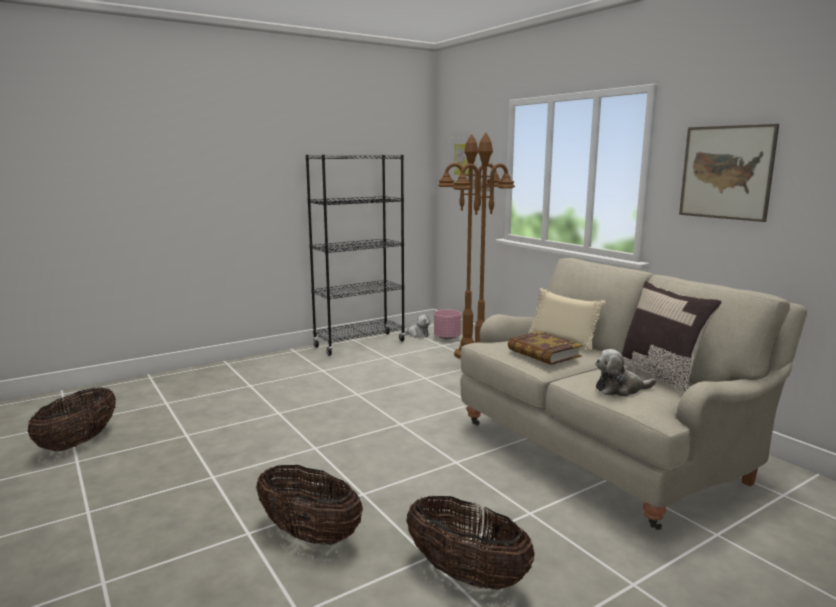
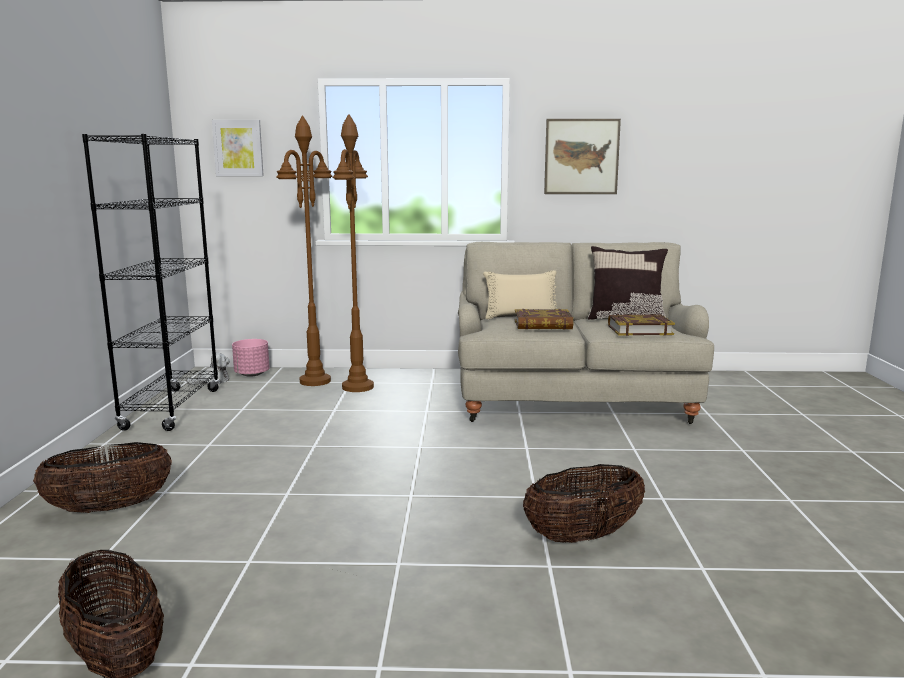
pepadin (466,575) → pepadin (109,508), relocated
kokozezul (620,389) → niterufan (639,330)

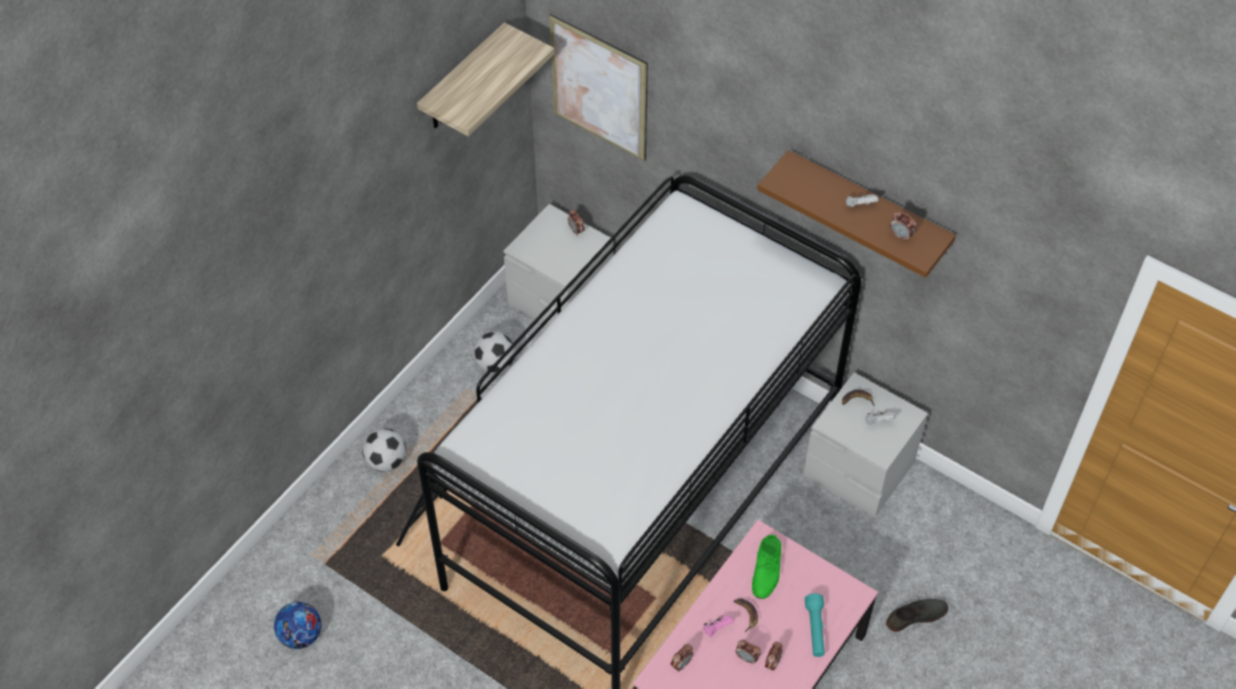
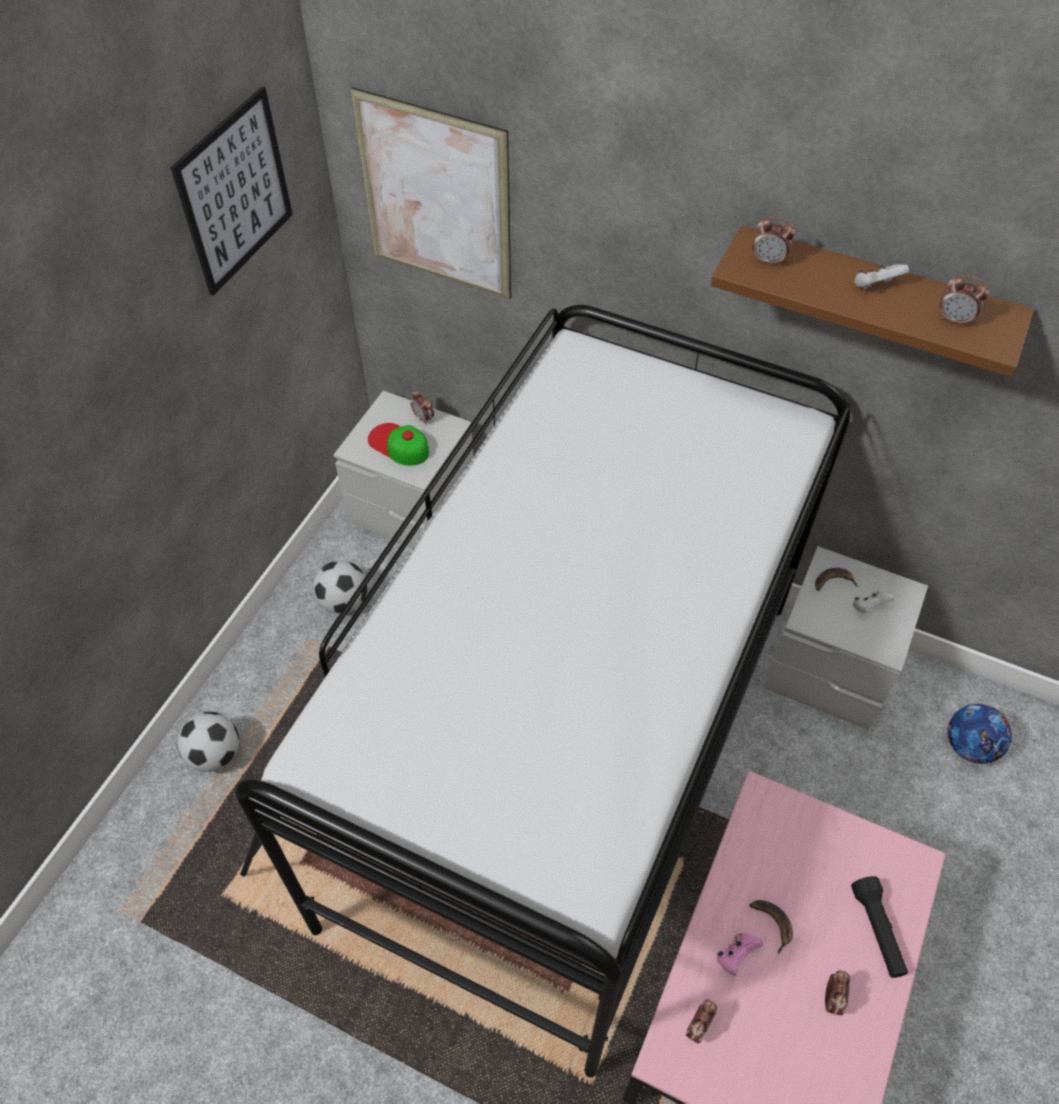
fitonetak (463,80) → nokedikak (235,192)
- → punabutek (398,444)
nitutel (747,658) → nitutel (768,261), relocated
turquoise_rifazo (815,630) → black_rifazo (877,931)
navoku (301,635) → navoku (969,746), relocated
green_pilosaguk (767,569) → -
grey_pilosaguk (916,615) → -

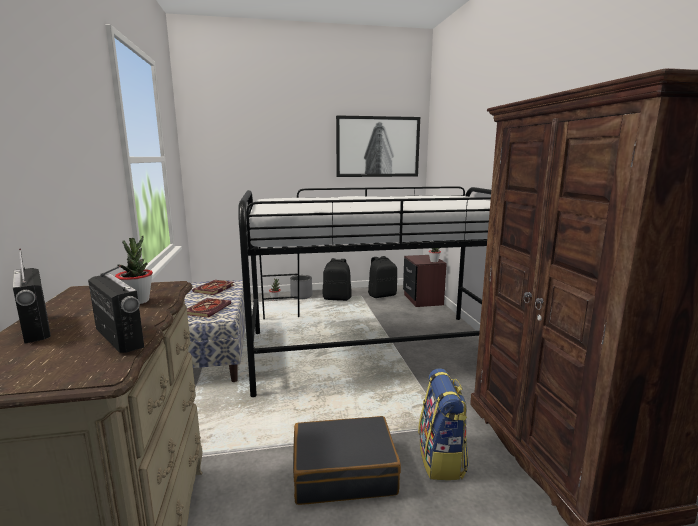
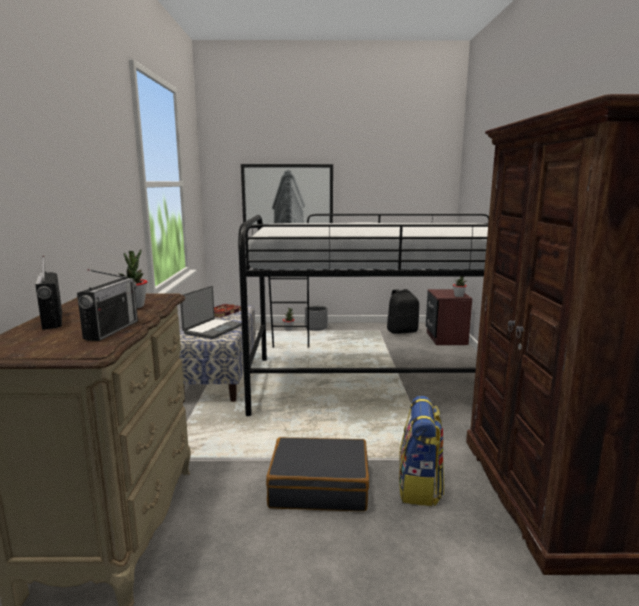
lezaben (119,338) → lezaben (112,330), 45 degrees clockwise
niterufan (208,309) → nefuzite (212,329)
nokedikak (378,147) → nokedikak (287,196), relocated
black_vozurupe (337,298) → -

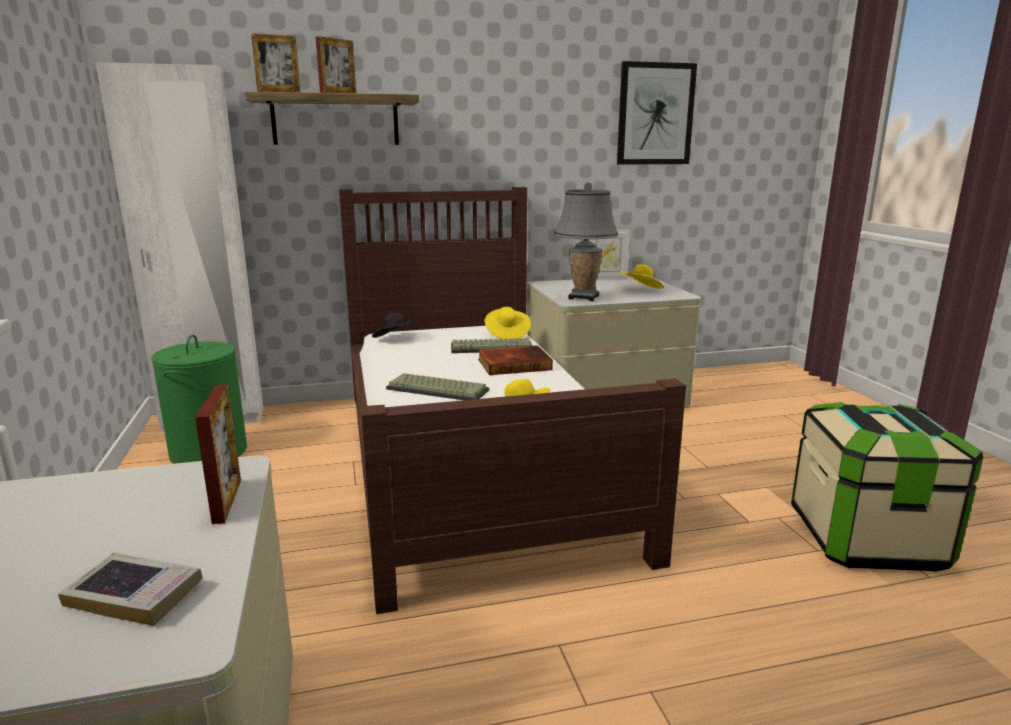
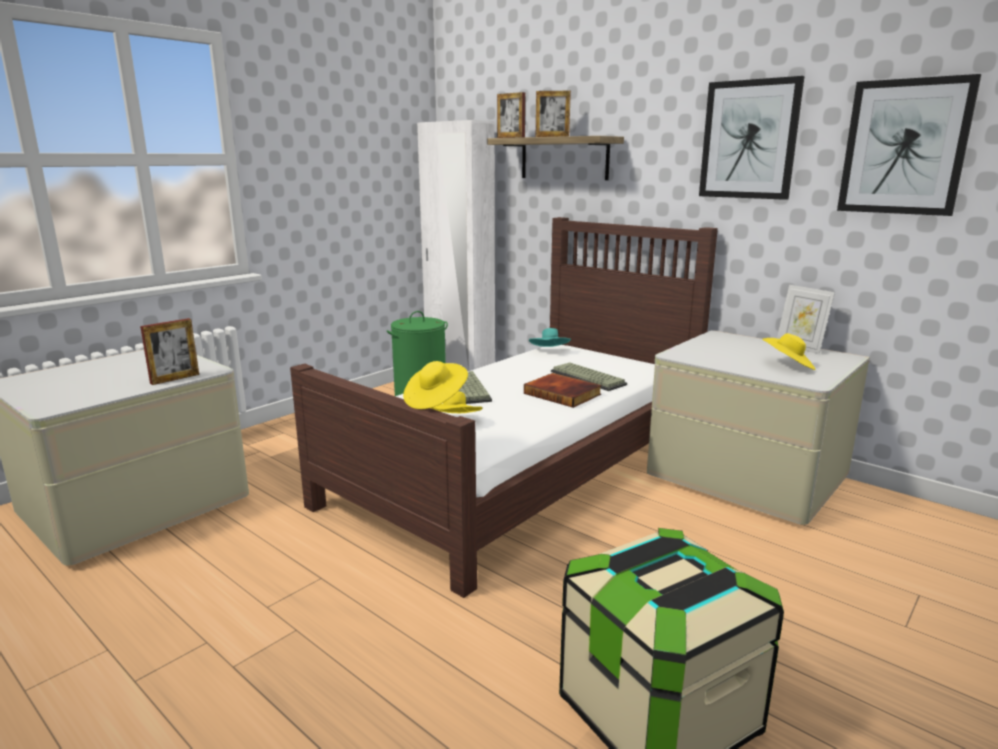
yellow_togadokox (507,334) → yellow_togadokox (436,400), relocated
black_togadokox (395,339) → turquoise_togadokox (550,351)
- → nokedikak (749,140)
niterufan (134,595) → -
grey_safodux (584,297) → -

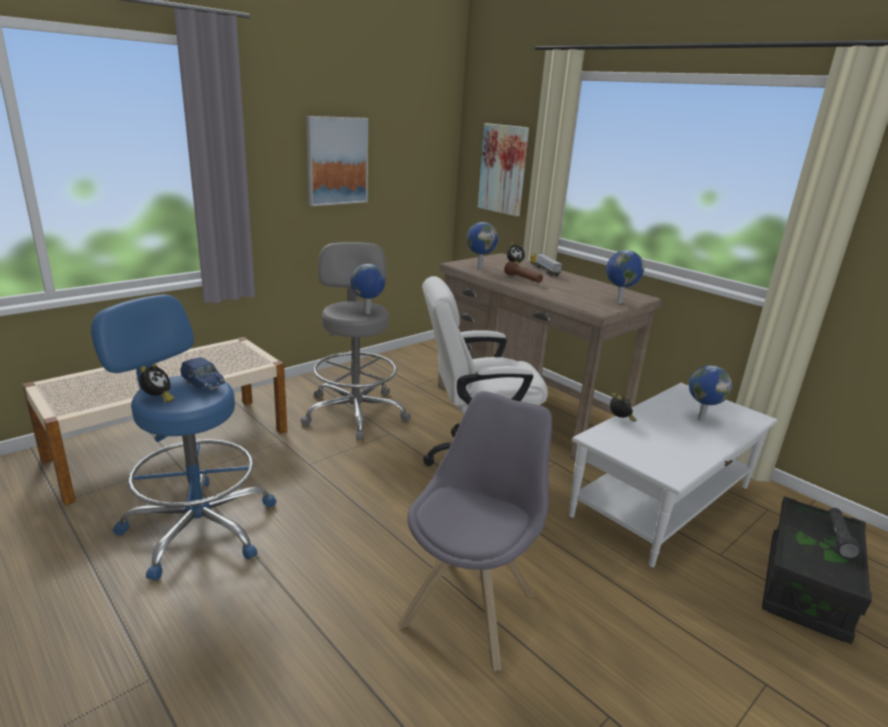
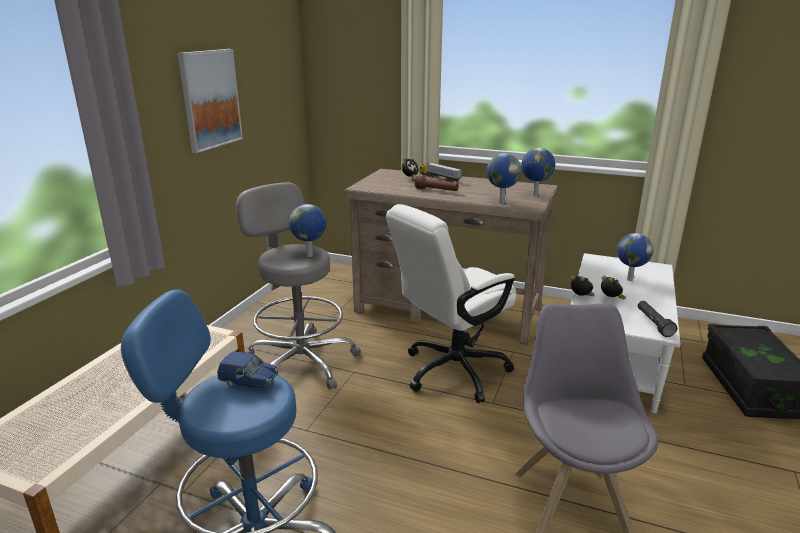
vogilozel (479,268) → vogilozel (501,202), relocated
nitutel (158,399) → nitutel (611,299), relocated
black_rifazo (838,538) → black_rifazo (653,323), relocated
nokedikak (503,169) → -

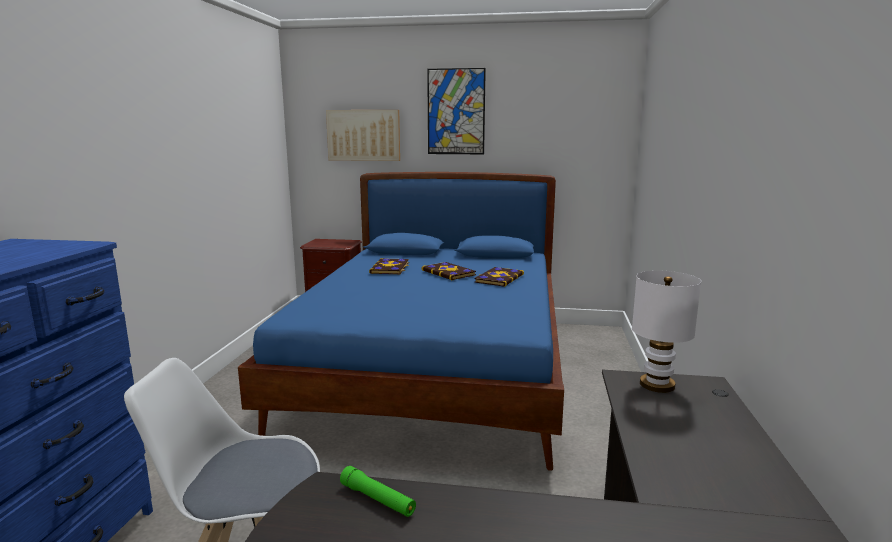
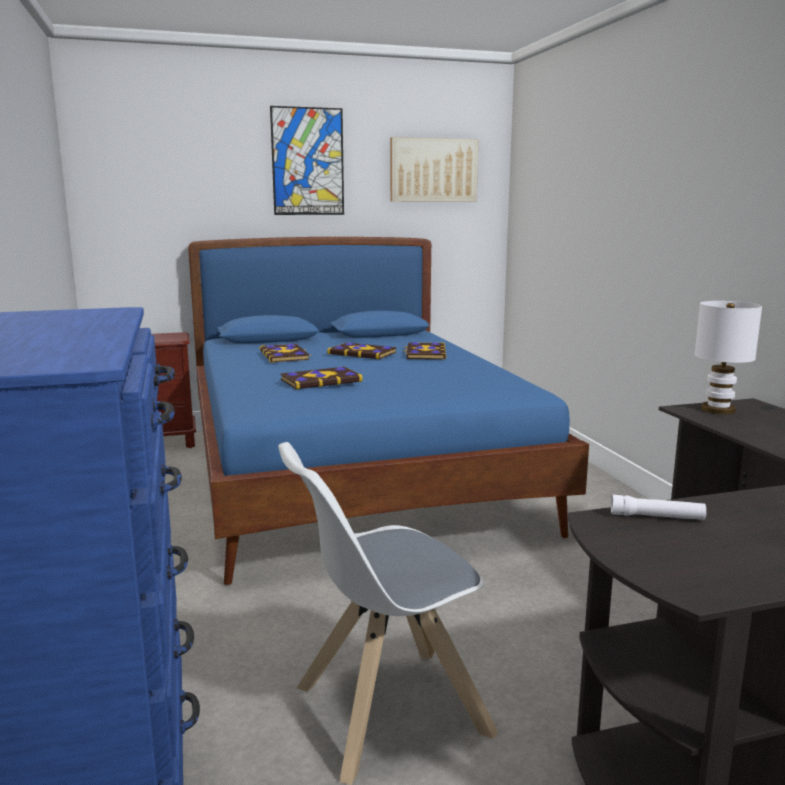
- → niterufan (320,380)
nokedikak (363,135) → nokedikak (433,170), relocated
green_rifazo (378,499) → white_rifazo (657,517)

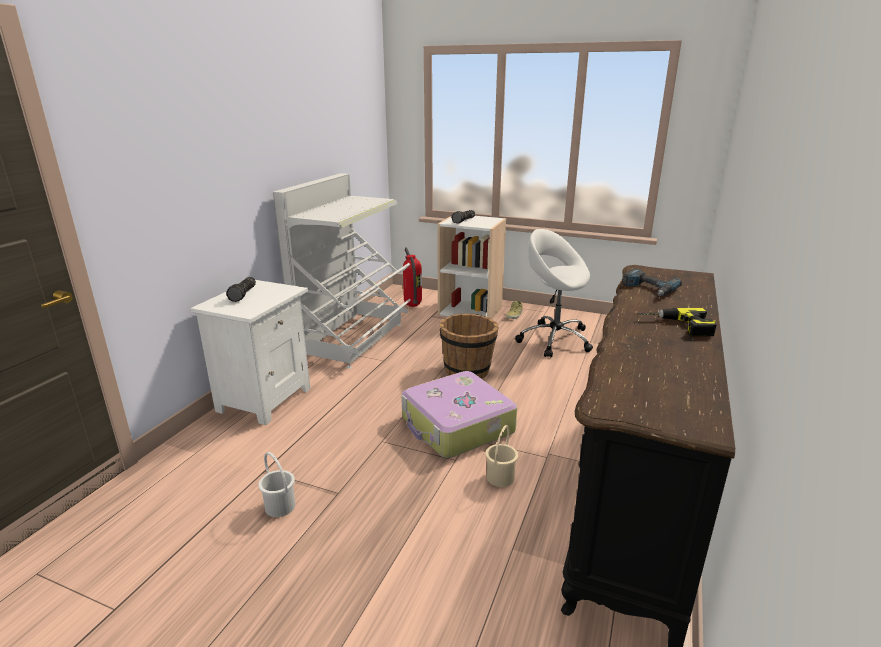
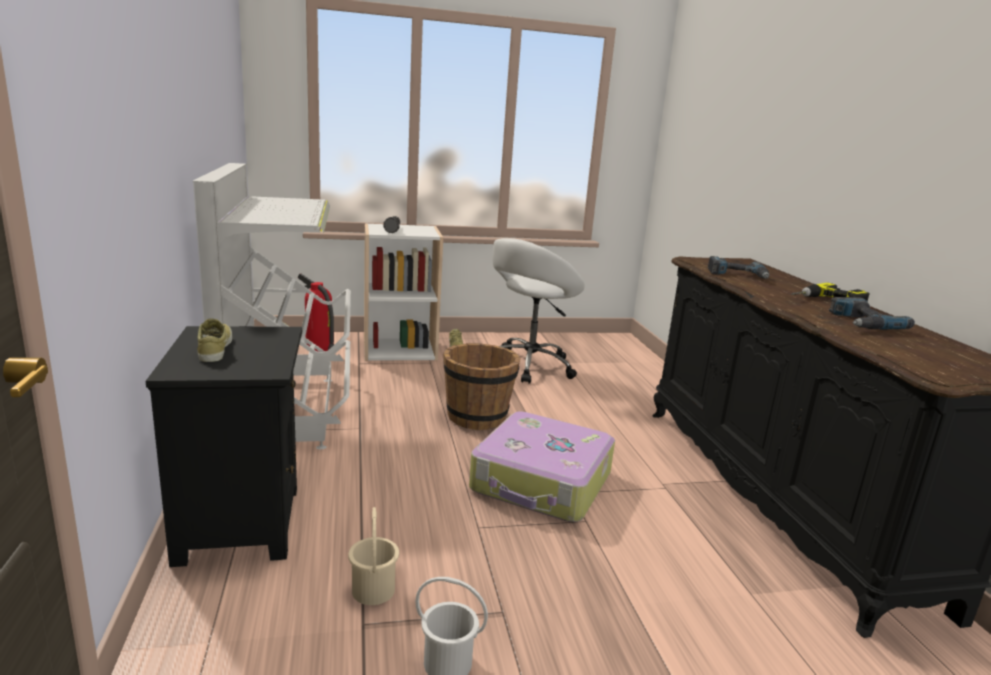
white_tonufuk (267,399) → black_tonufuk (244,522)
rifazo (244,294) → beige_pilosaguk (213,348)
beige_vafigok (501,477) → beige_vafigok (374,590), relocated
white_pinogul (553,339) → white_pinogul (527,366), 45 degrees counterclockwise
- → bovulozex (860,322)

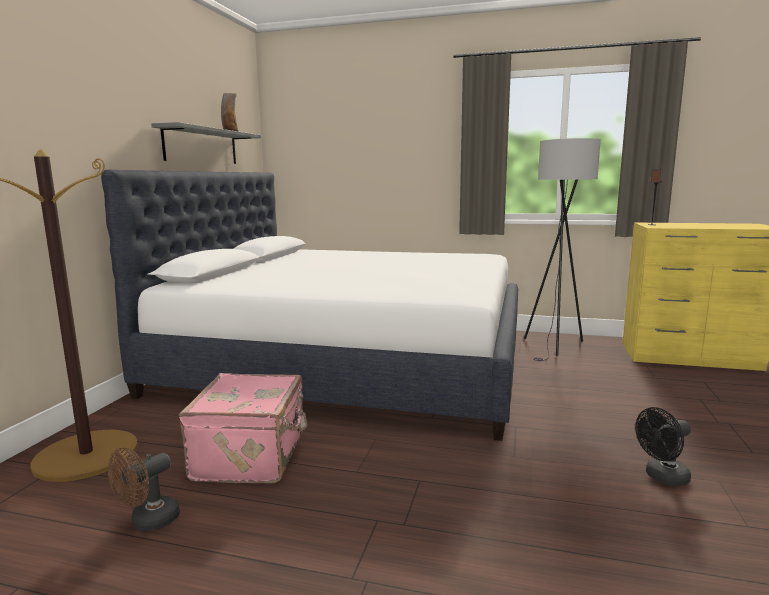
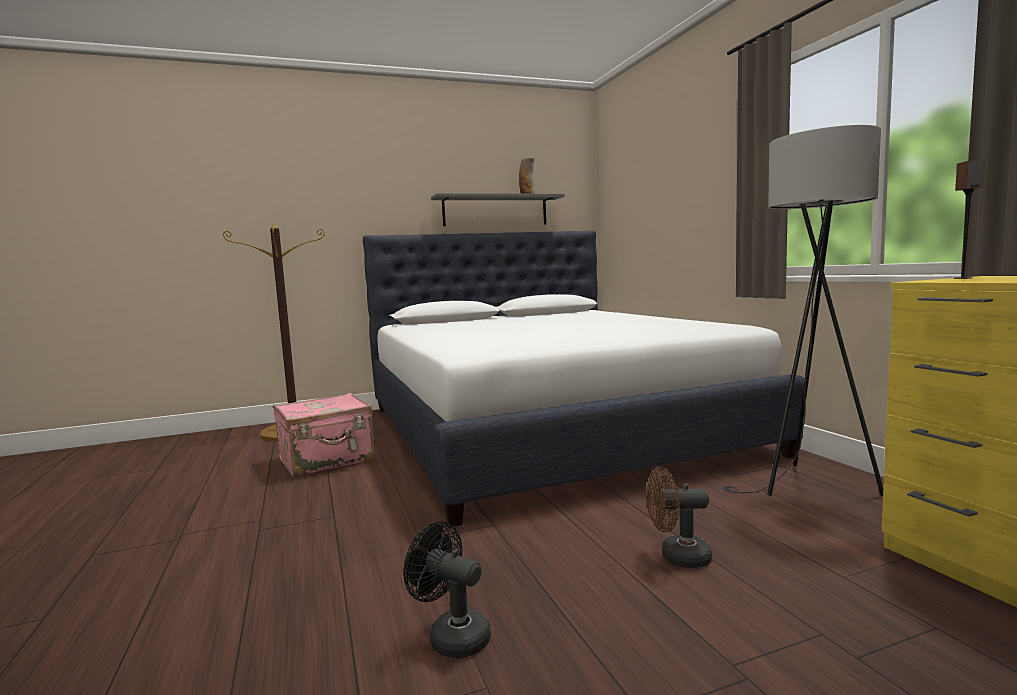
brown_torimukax (148,522) → brown_torimukax (677,557), relocated

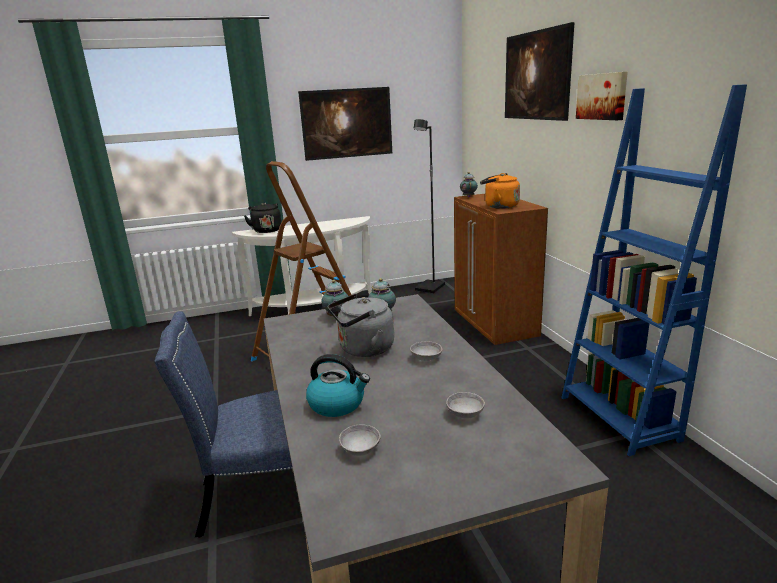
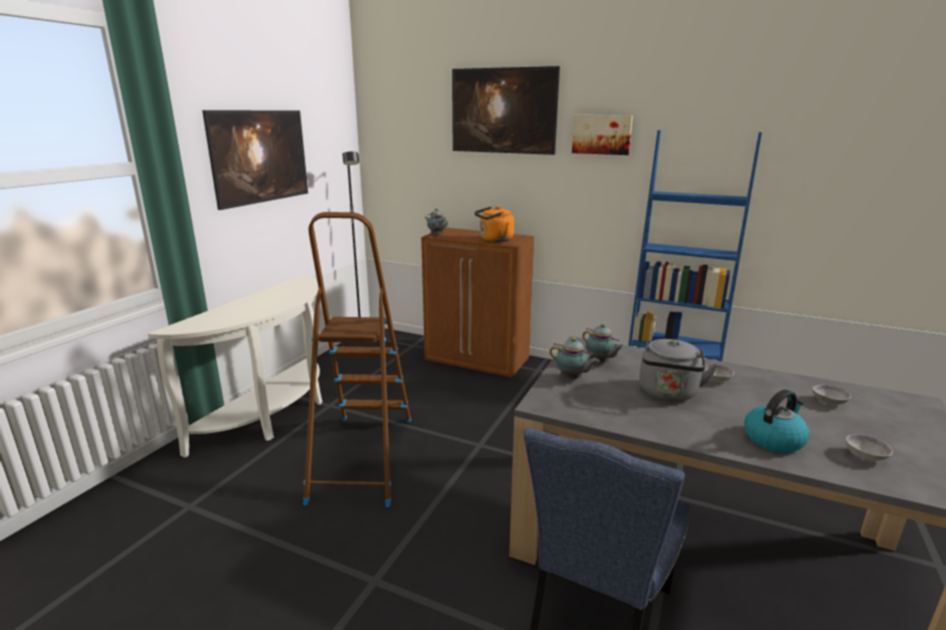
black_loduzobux (266,230) → -

